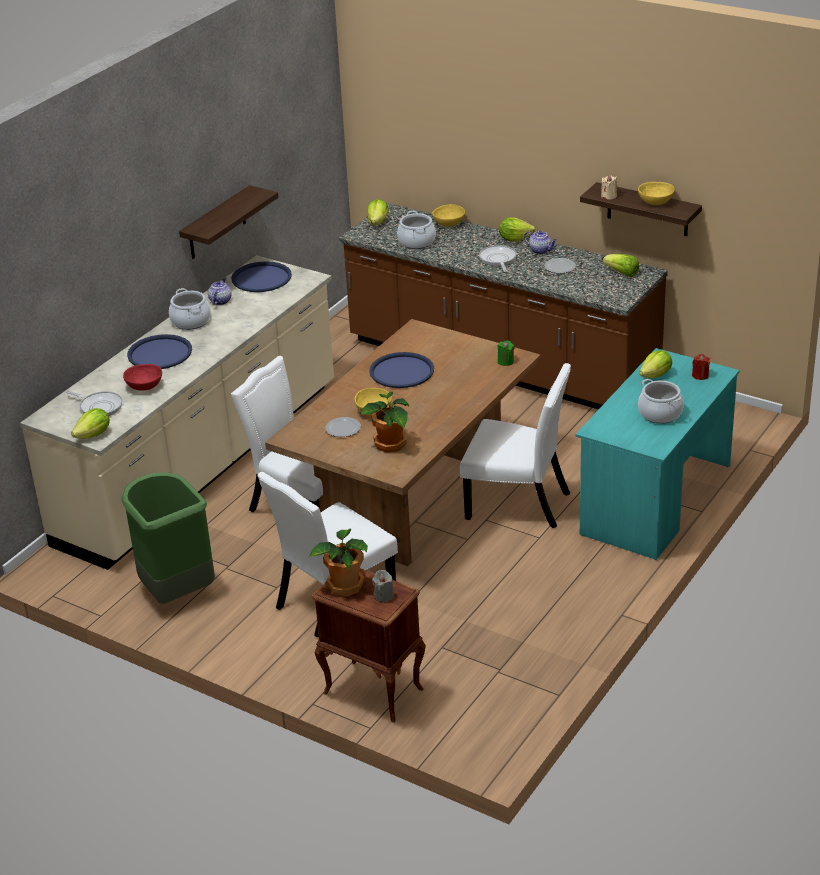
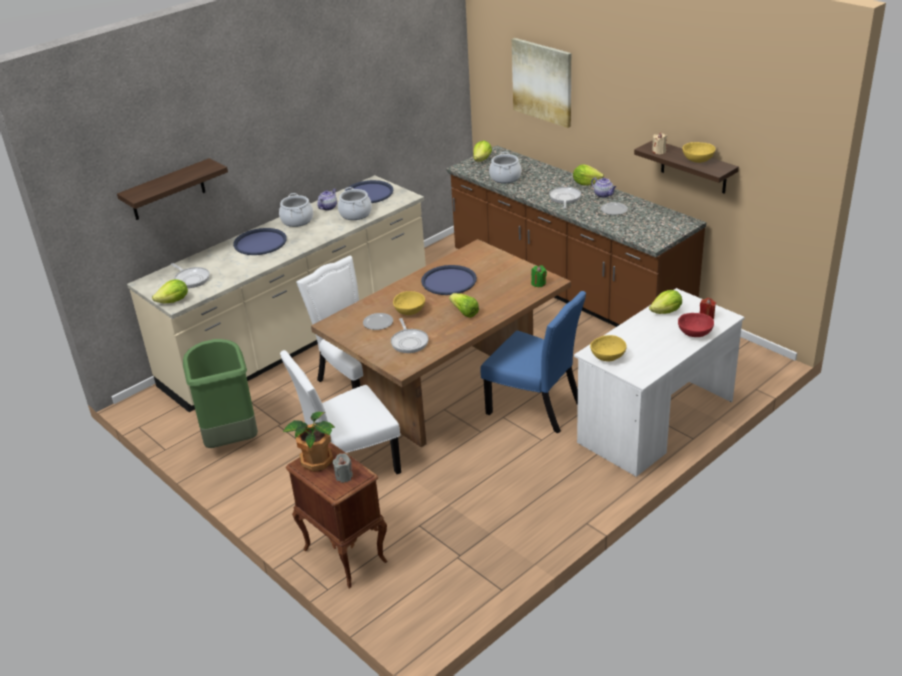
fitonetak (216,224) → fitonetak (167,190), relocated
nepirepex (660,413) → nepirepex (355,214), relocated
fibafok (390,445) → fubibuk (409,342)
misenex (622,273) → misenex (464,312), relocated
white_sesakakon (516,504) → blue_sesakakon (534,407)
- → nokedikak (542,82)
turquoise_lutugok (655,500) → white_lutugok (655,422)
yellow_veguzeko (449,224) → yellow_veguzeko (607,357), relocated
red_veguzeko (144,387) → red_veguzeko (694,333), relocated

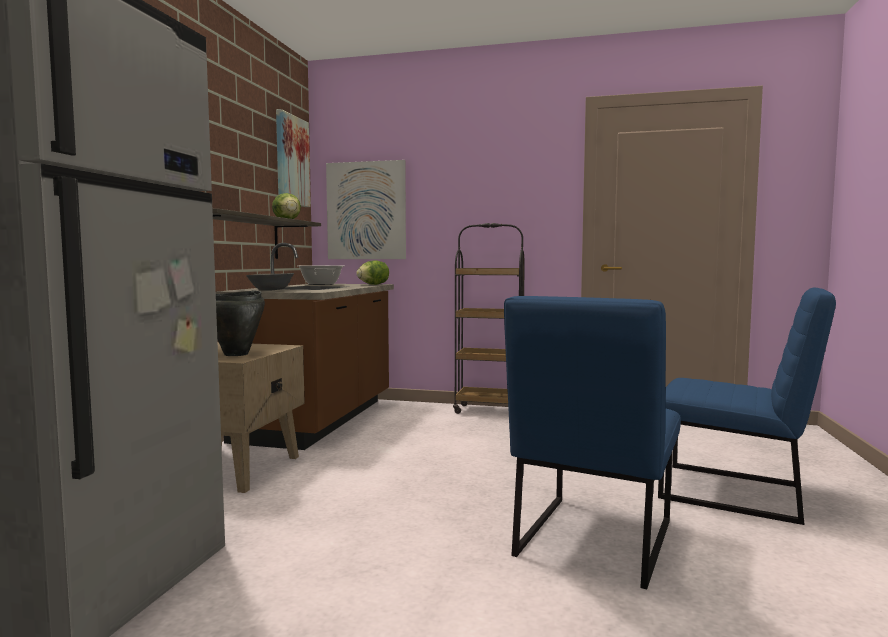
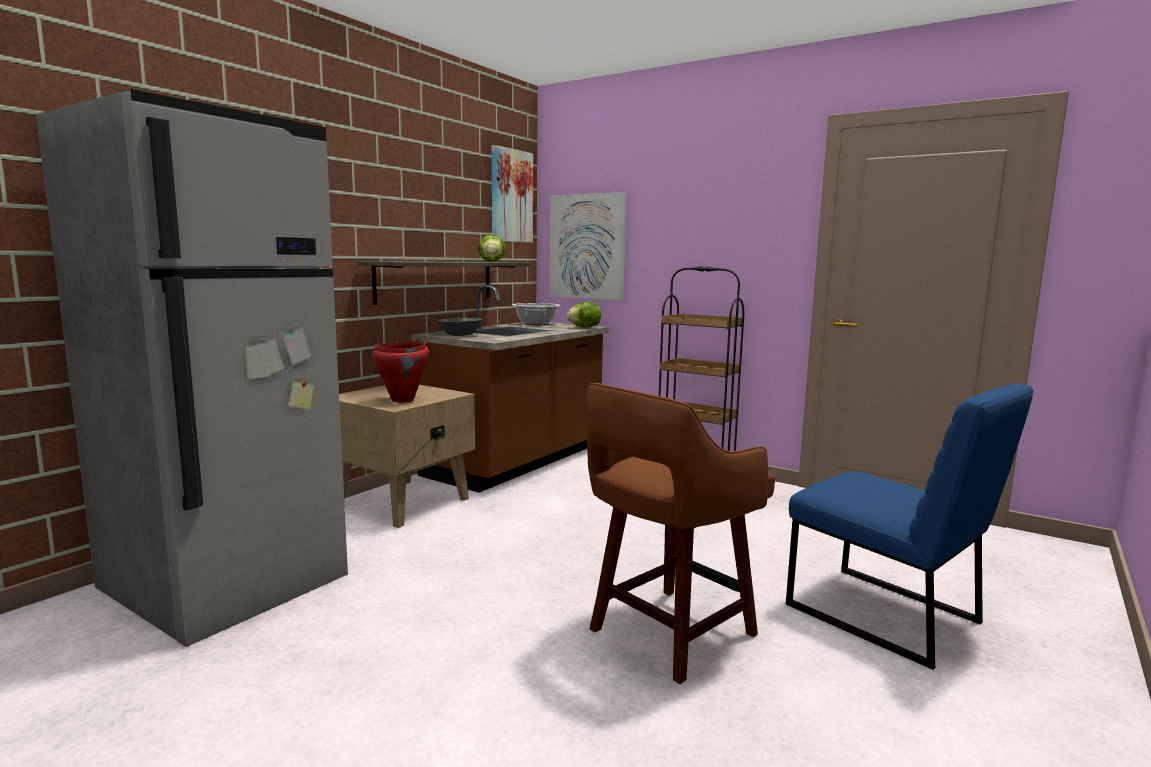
black_nepirepex (237,354) → red_nepirepex (403,400)
blue_sesakakon (592,540) → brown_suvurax (667,635)

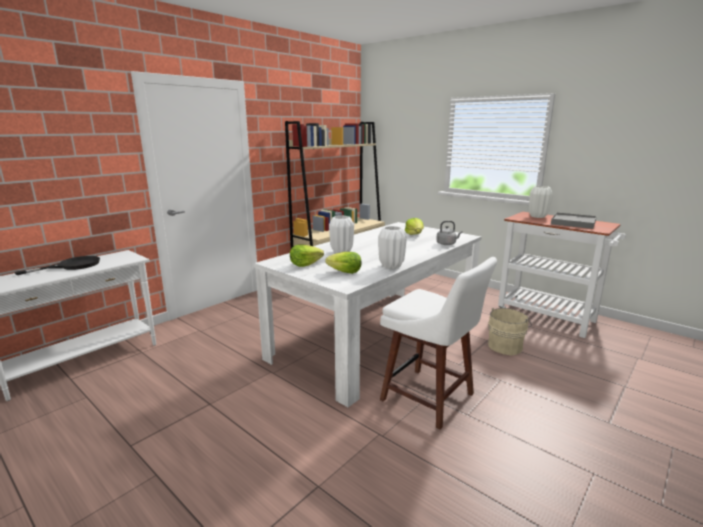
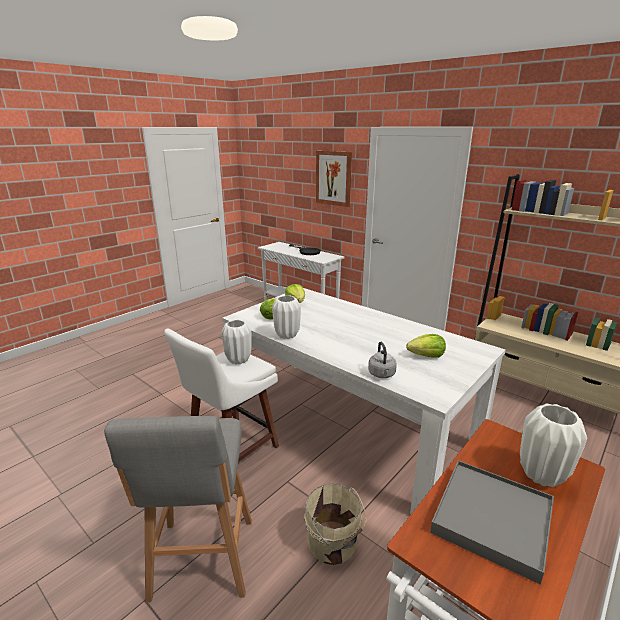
- → grey_suvurax (202,562)
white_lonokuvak (341,251) → white_lonokuvak (239,360), relocated
- → nokedikak (333,178)

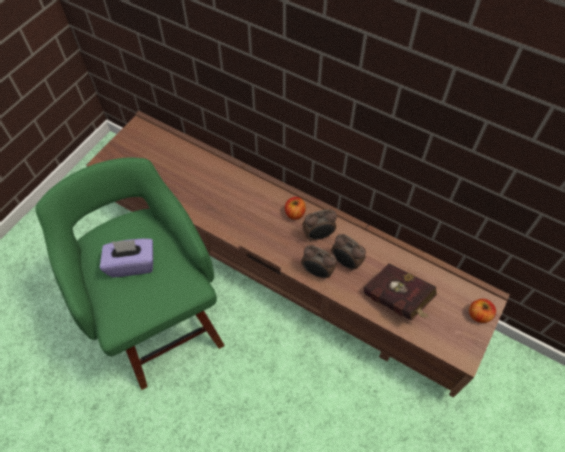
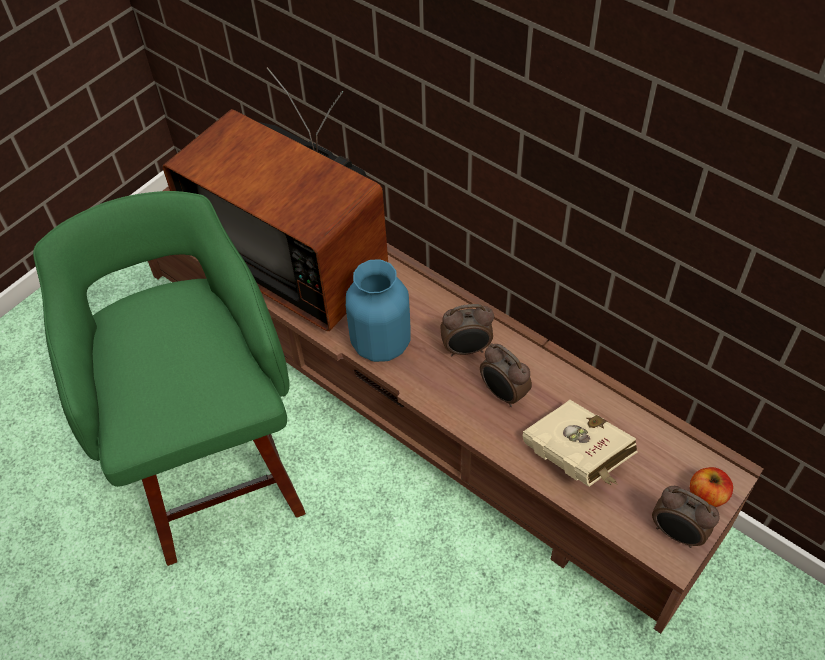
- → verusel (297,258)
- → blue_lonokuvak (381,342)
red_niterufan (398,300) → beige_niterufan (578,459)
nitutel (317,272) → nitutel (677,533), relocated
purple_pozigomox (132,264) → -
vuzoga (295,213) → -

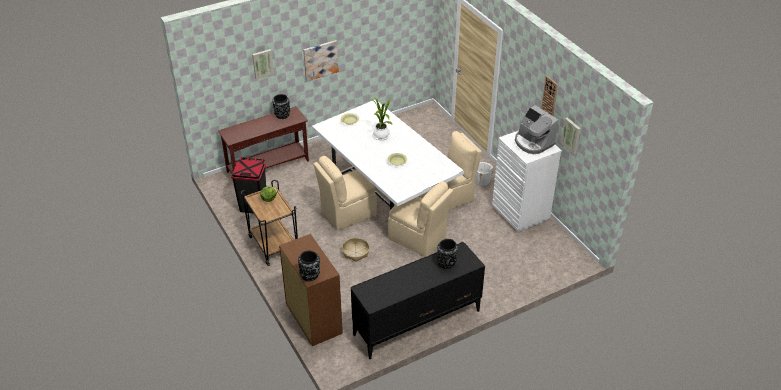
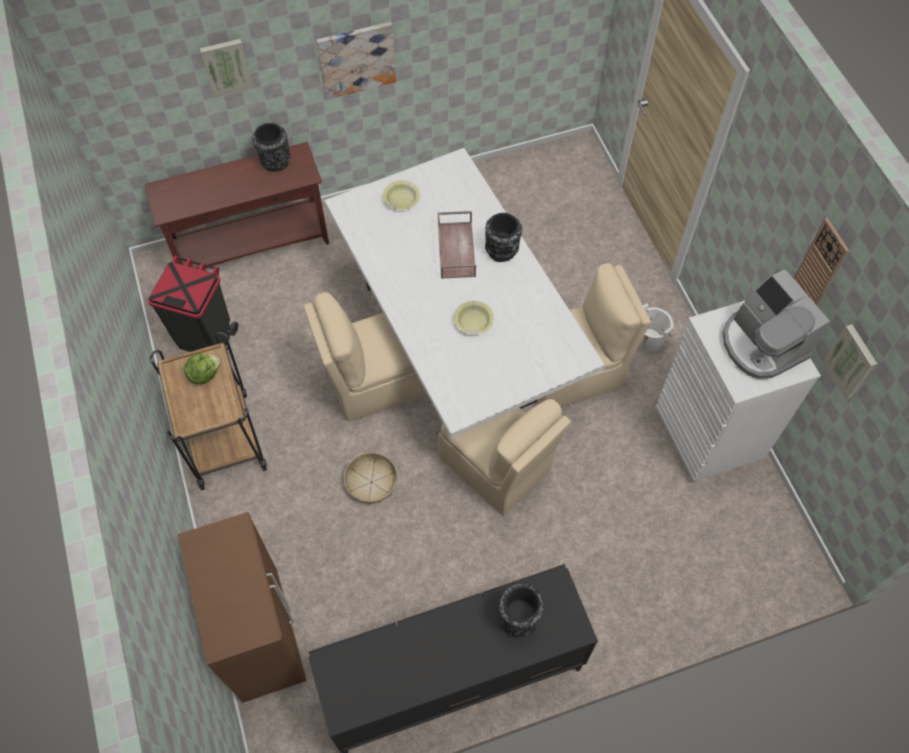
fibafok (381,137) → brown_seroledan (455,249)
black_lonokuvak (310,275) → black_lonokuvak (502,251), relocated

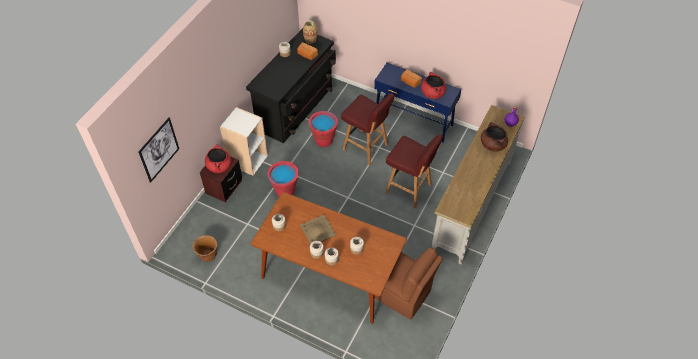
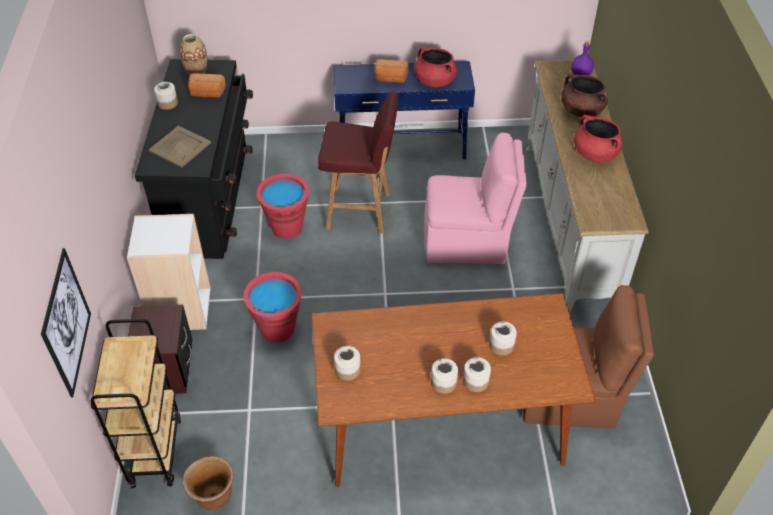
- → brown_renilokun (155,452)
beige_seroledan (317,230) → beige_seroledan (179,147), relocated
red_suvurax (409,189) → pink_sesakakon (467,242)
red_nepirepex (219,166) → red_nepirepex (594,153), relocated

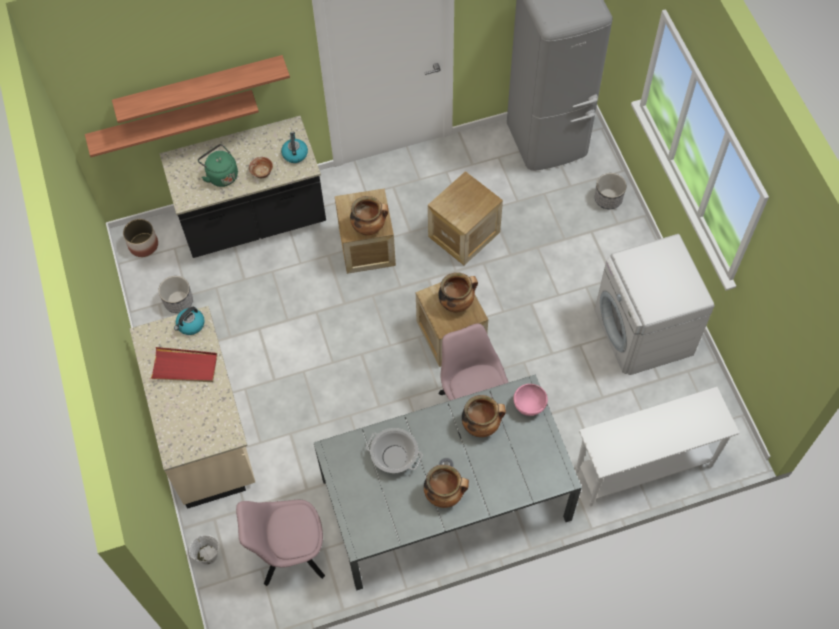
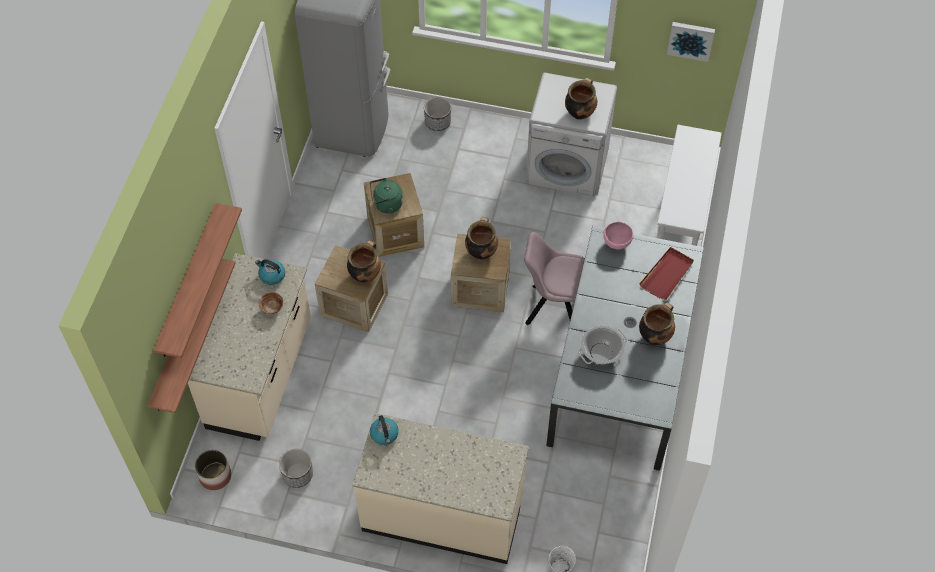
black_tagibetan (254,221) → beige_tagibetan (261,375)
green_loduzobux (221,175) → green_loduzobux (386,204), relocated
nepirepex (481,425) → nepirepex (579,112), relocated
red_seroledan (185,367) → red_seroledan (667,274), relocated
- → nokedikak (691,40)
pink_sesakakon (290,554) → -

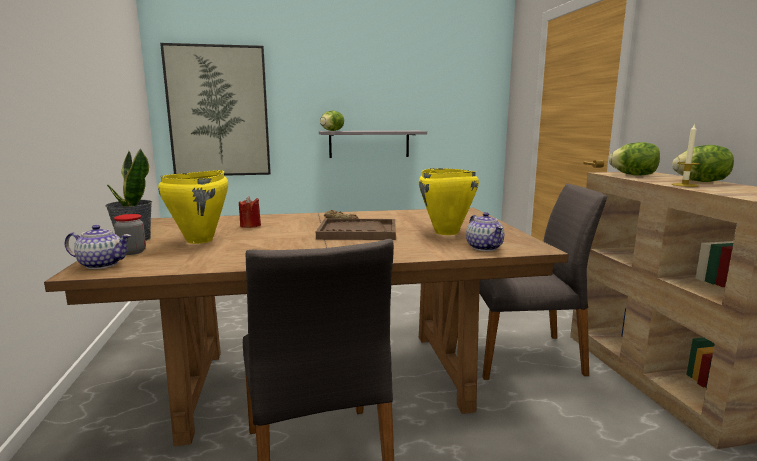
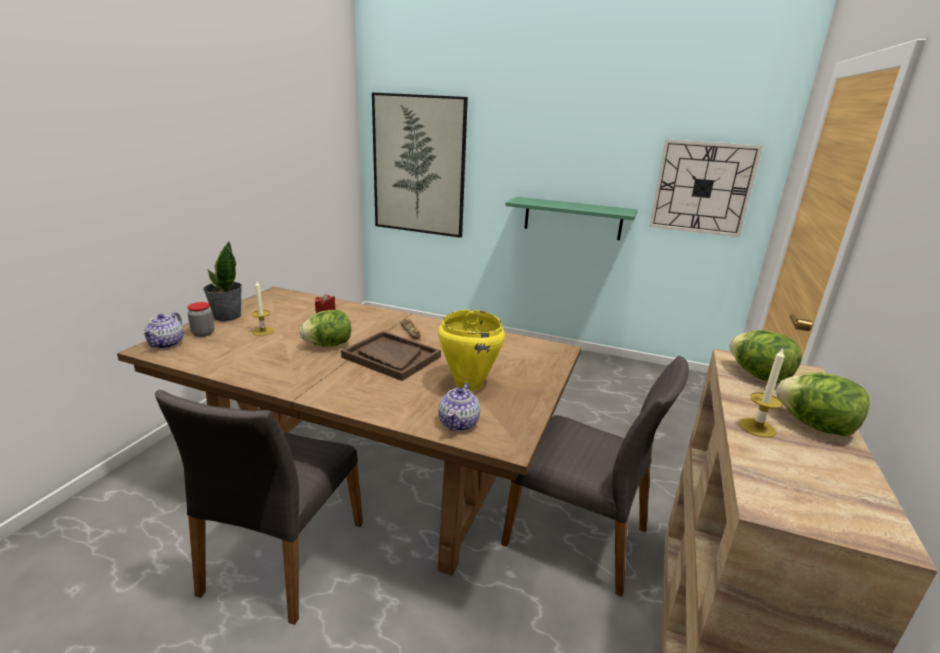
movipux (101,264) → movipux (167,344), 60 degrees clockwise
yellow_nepirepex (200,240) → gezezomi (263,331)
misenex (332,131) → misenex (328,345), relocated
grey_fitonetak (369,144) → green_fitonetak (572,218)
- → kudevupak (702,188)

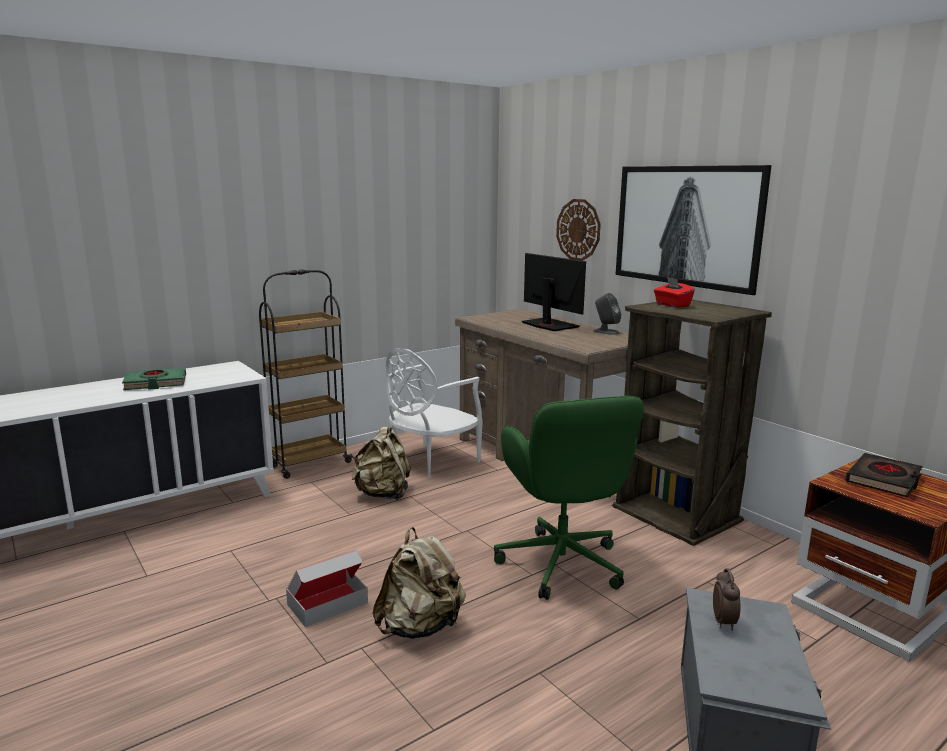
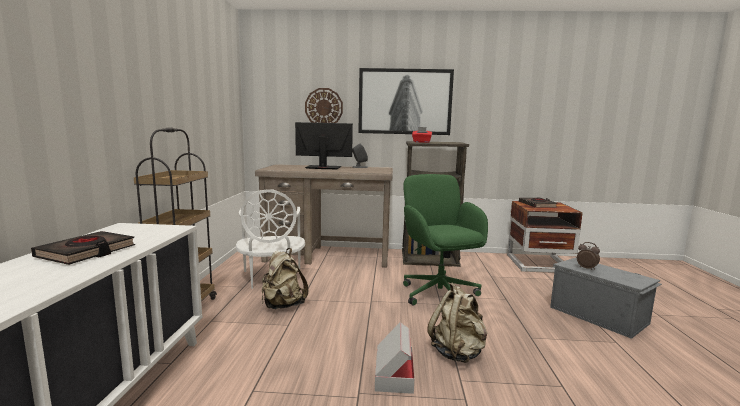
green_niterufan (155,383) → black_niterufan (87,252)
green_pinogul (560,564) → green_pinogul (440,294), 135 degrees counterclockwise

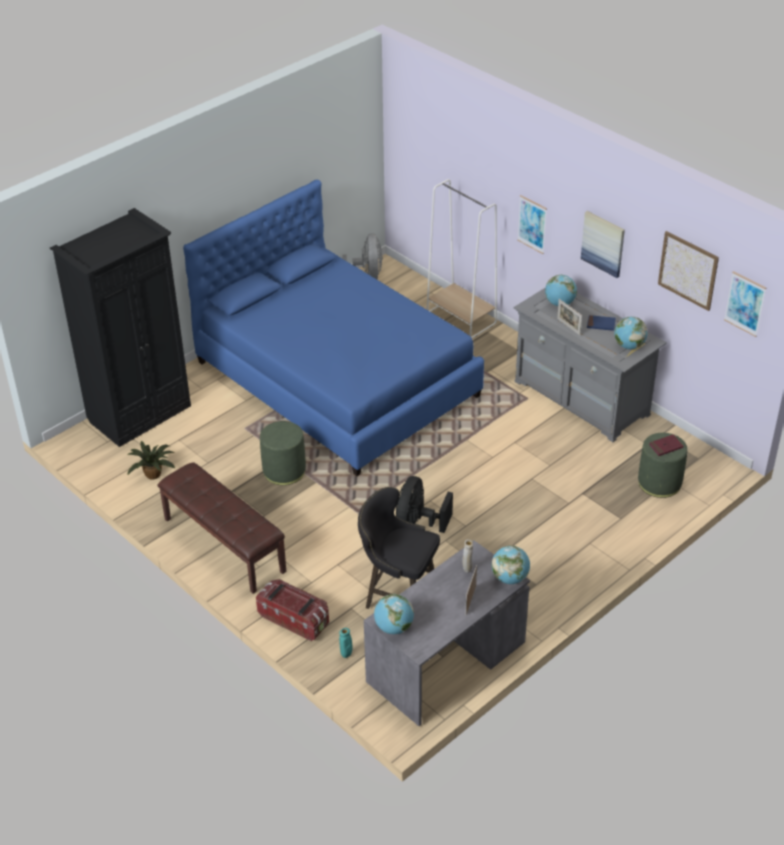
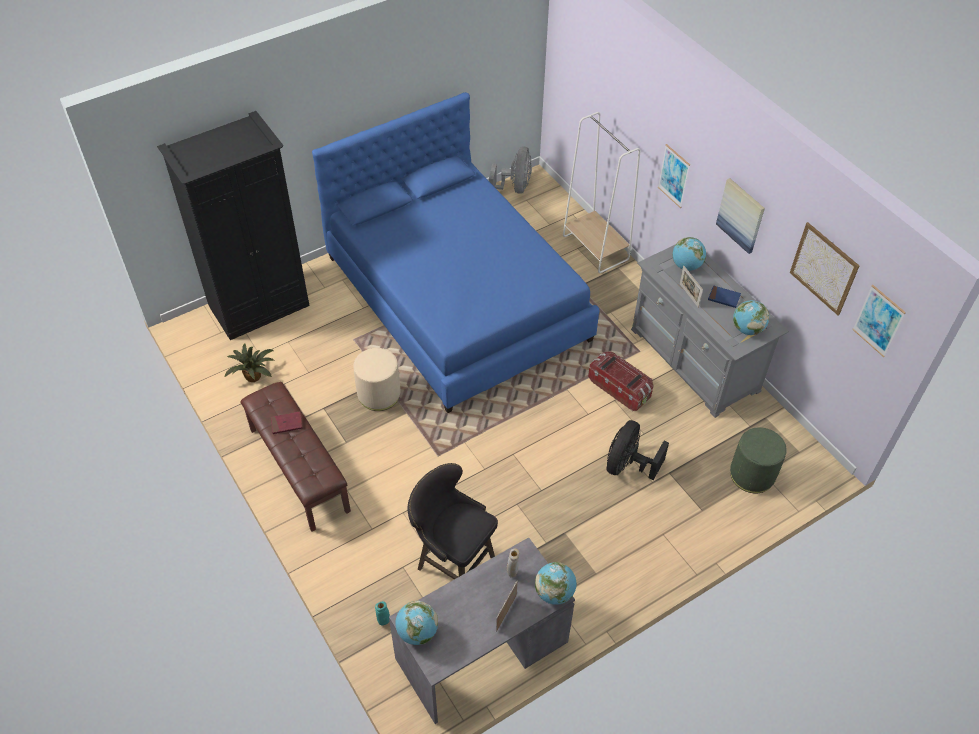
red_niterufan (666,446) → red_niterufan (287,424), relocated
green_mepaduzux (284,470) → beige_mepaduzux (379,394)
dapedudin (294,619) → dapedudin (619,388), relocated
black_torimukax (417,524) → black_torimukax (628,465), relocated

